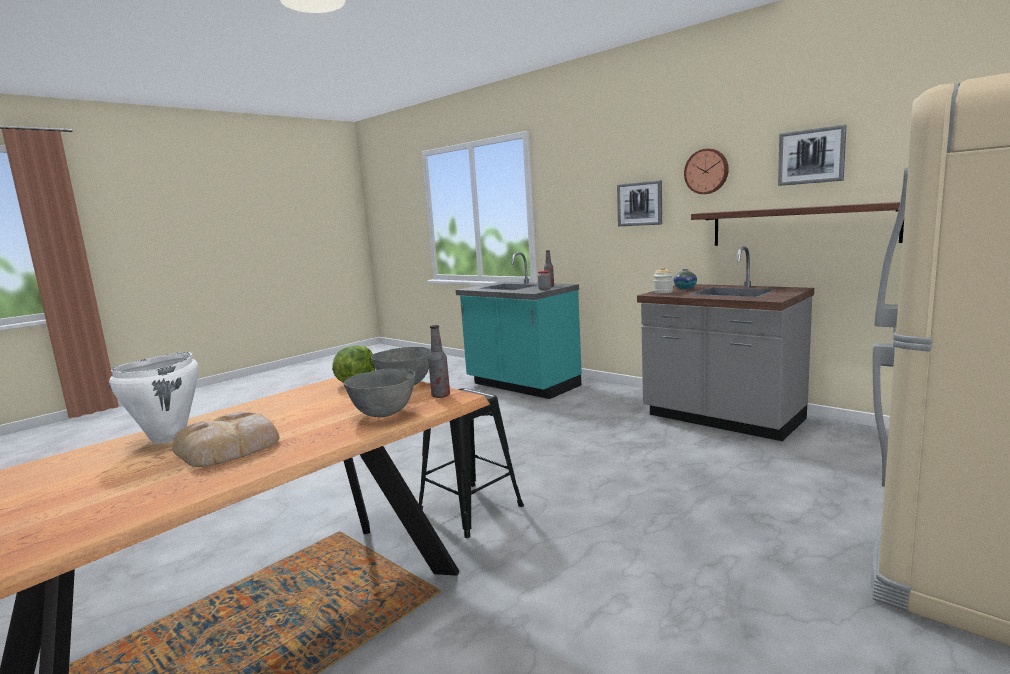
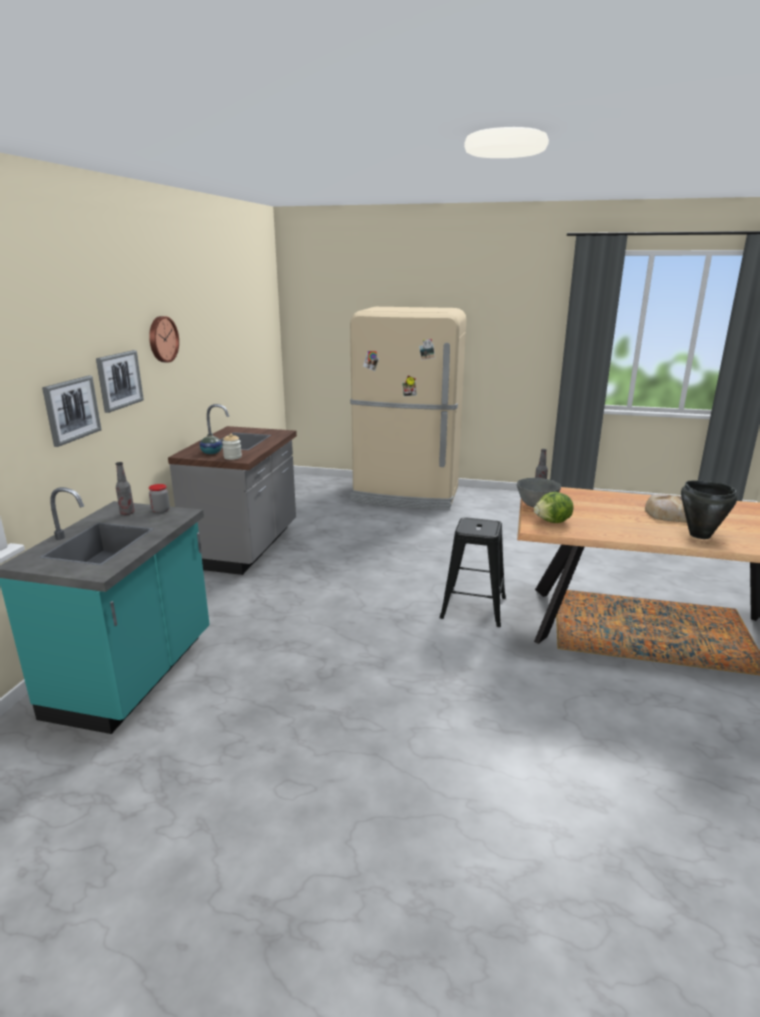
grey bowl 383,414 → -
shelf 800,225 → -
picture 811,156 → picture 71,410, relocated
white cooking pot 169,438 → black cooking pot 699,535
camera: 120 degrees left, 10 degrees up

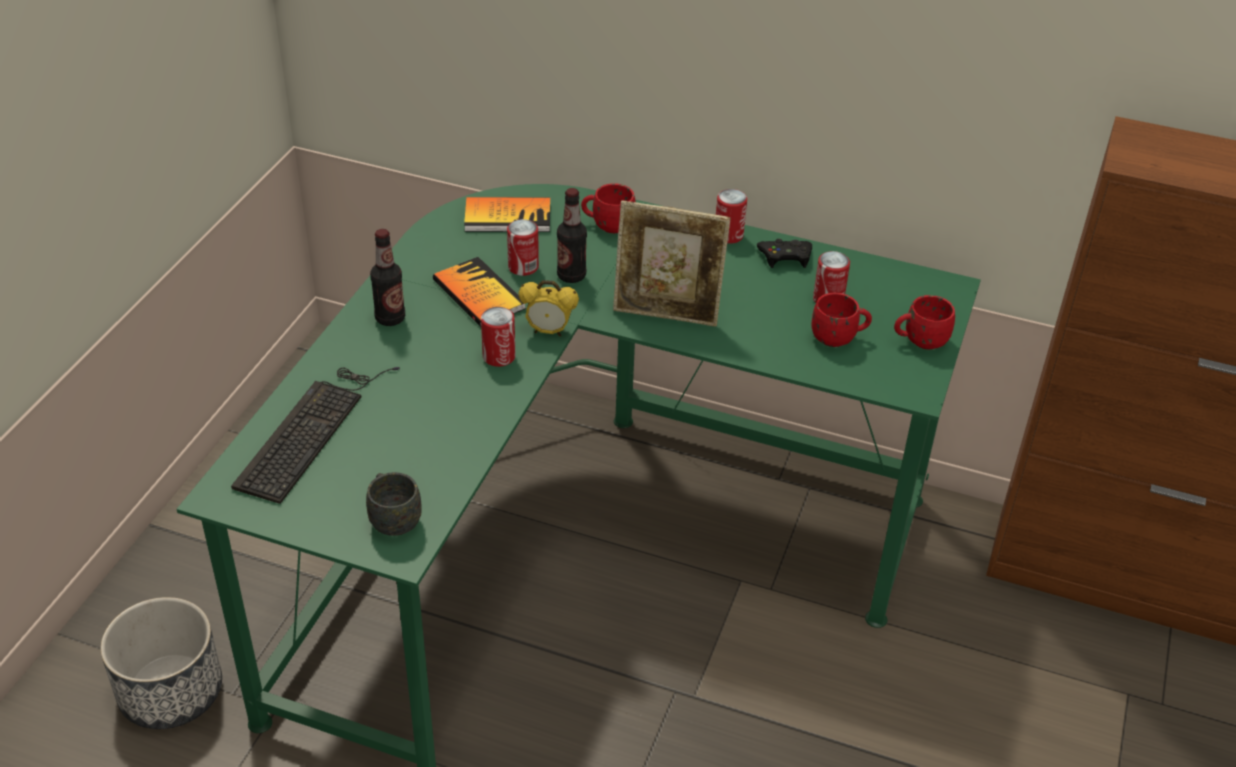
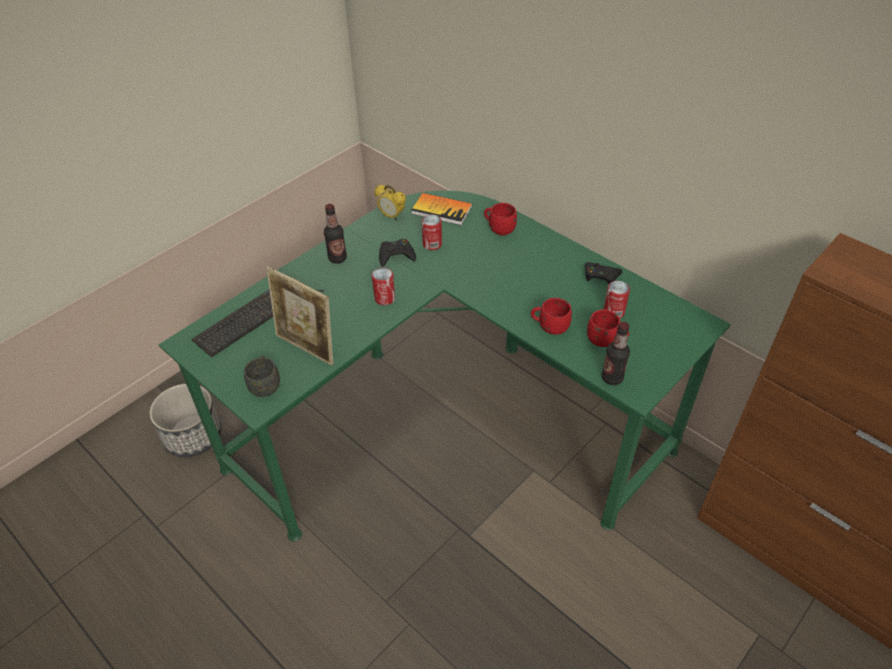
can 728,235 → -
alarm clock 548,331 → alarm clock 391,216, relocated
bottle 571,276 → bottle 612,378, relocated
picture frame 667,315 → picture frame 307,348, relocated
red mug 919,341 → red mug 549,327, relocated
book 479,294 → black game controller 396,255
camera: 25 degrees right, 5 degrees up

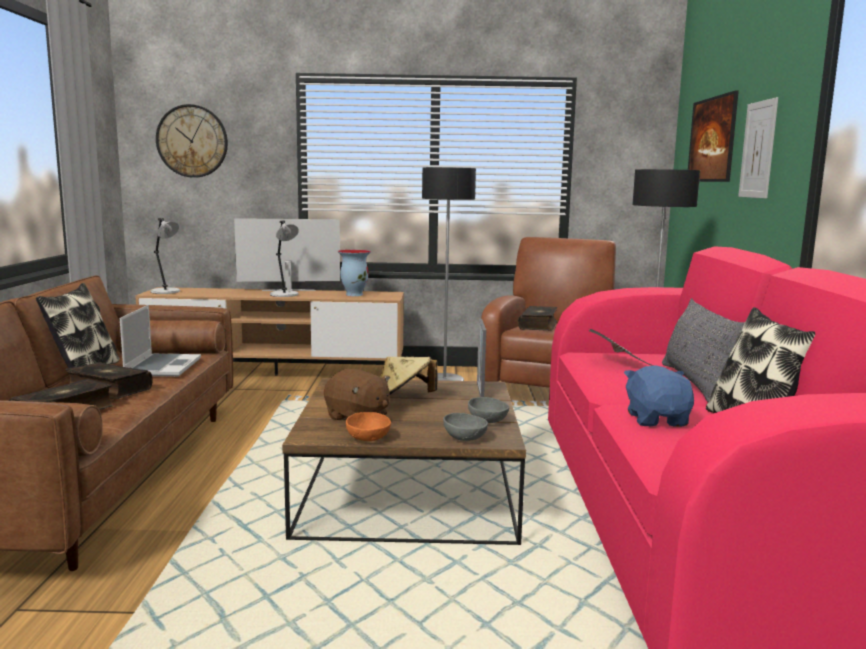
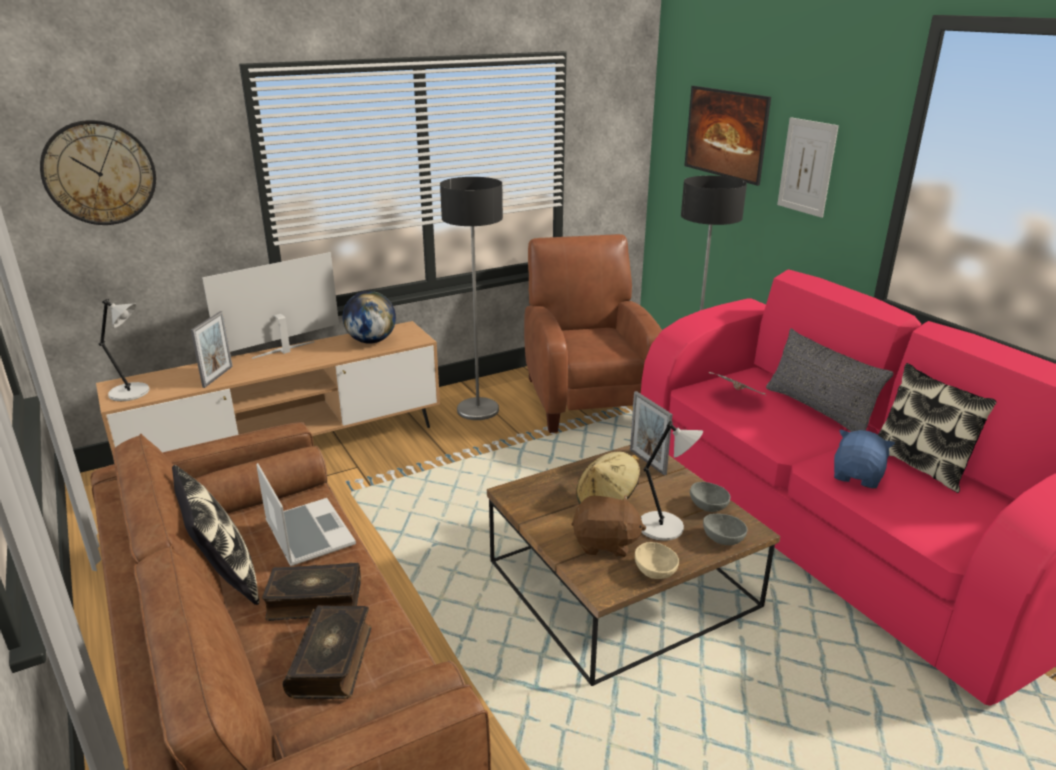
book 539,325 → -
- → picture frame 218,376
grey table lamp 285,295 → grey table lamp 663,527, relocated
vase 354,294 → globe 371,341
orange bowl 369,438 → beige bowl 656,571
blue plush toy 657,420 → blue plush toy 857,476, 60 degrees clockwise
camera: 30 degrees left, 15 degrees up

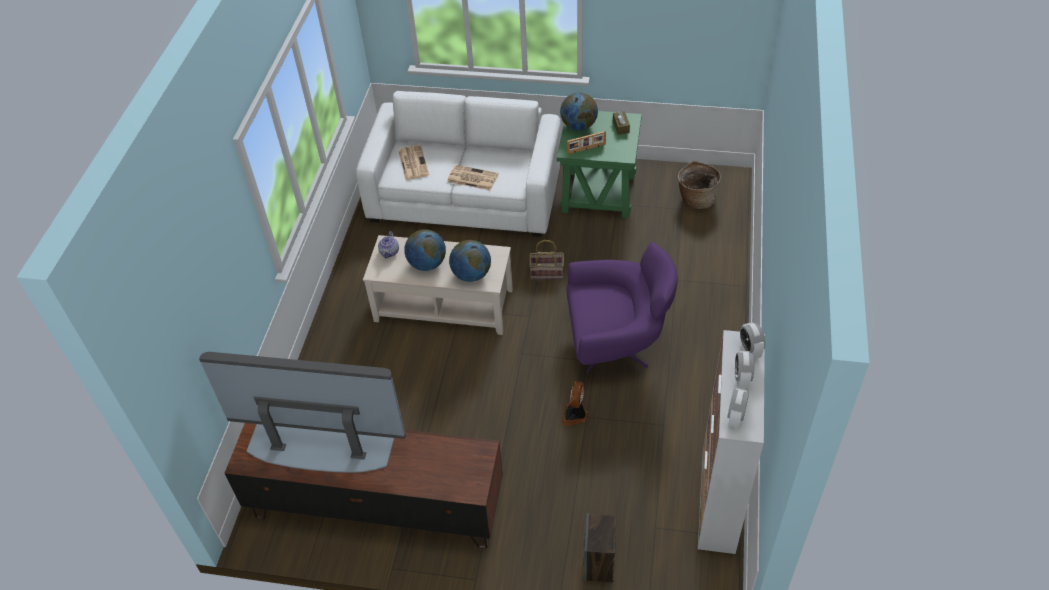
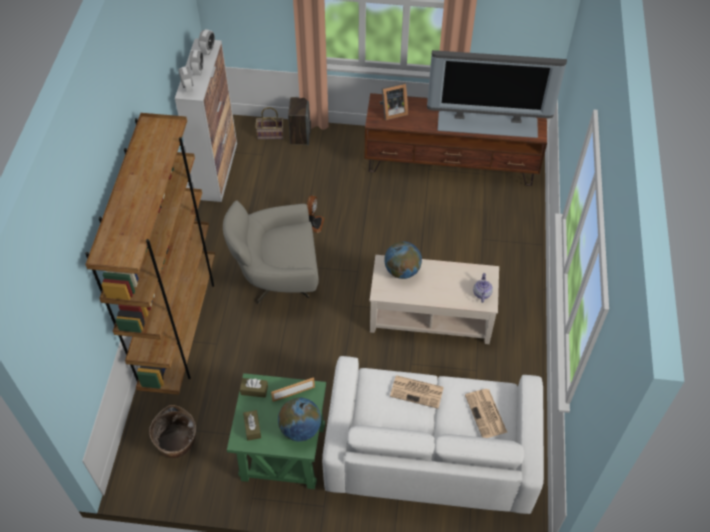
globe 427,264 → -
- → brown bookcase 180,327
- → brown tissue box 254,390
- → picture frame 392,111
basket 547,272 → basket 269,134, relocated
purple armchair 616,345 → grey armchair 278,279
camera: 175 degrees right, 5 degrees up

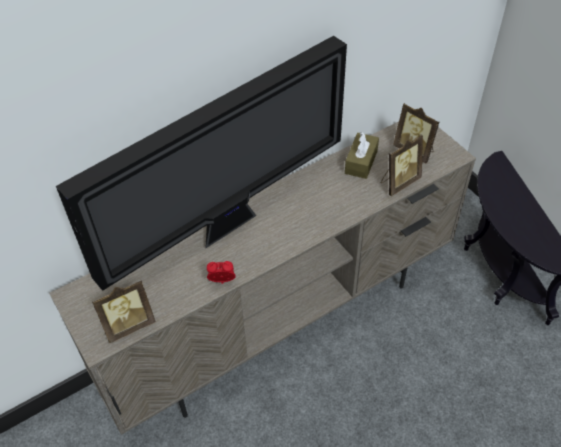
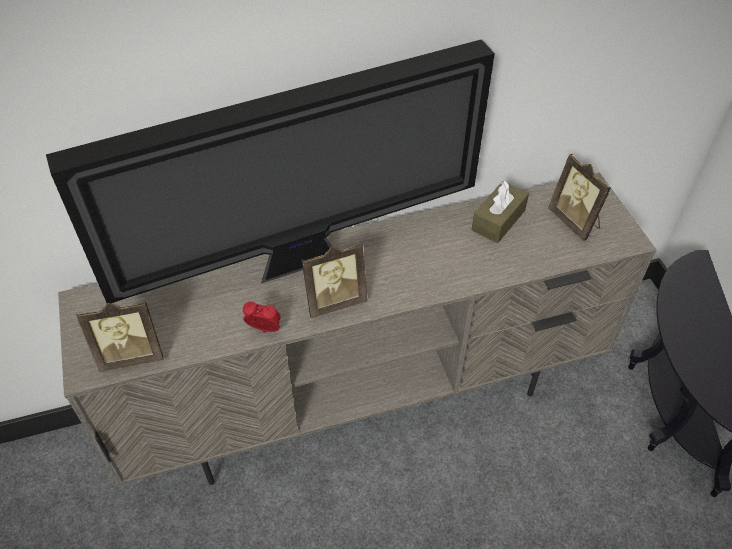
picture frame 398,182 → picture frame 334,301, relocated
camera: 15 degrees right, 0 degrees up

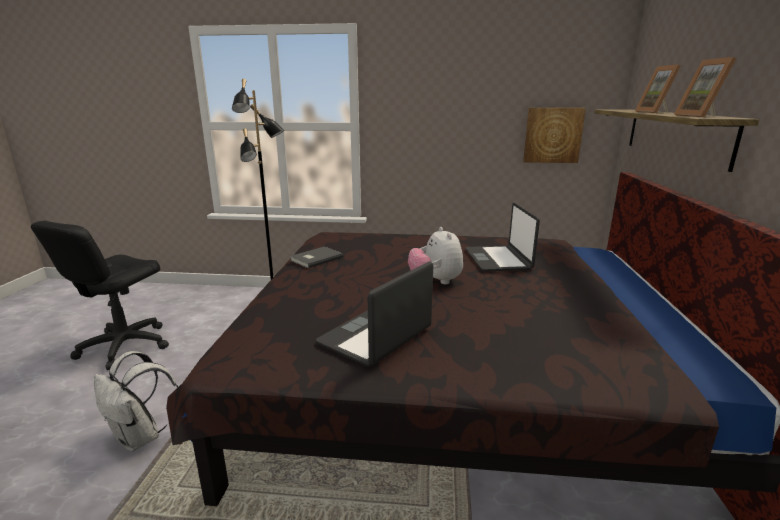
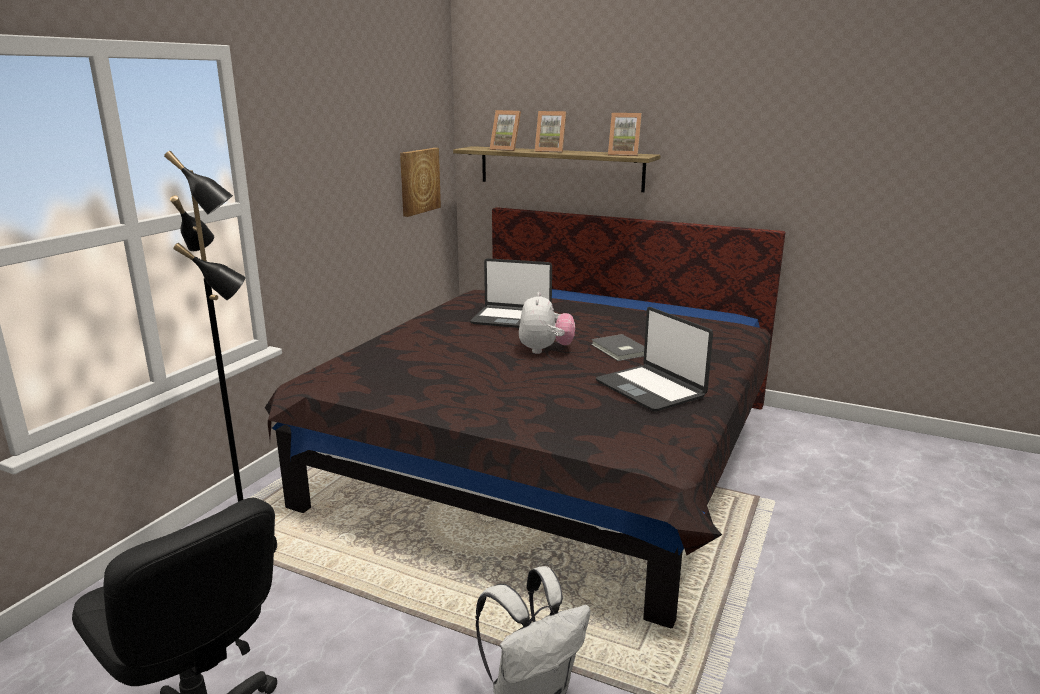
- → picture frame 507,149
grey book 315,259 → grey book 619,350, relocated
plush toy 435,281 → plush toy 545,350, 90 degrees counterclockwise
camera: 70 degrees left, 0 degrees up

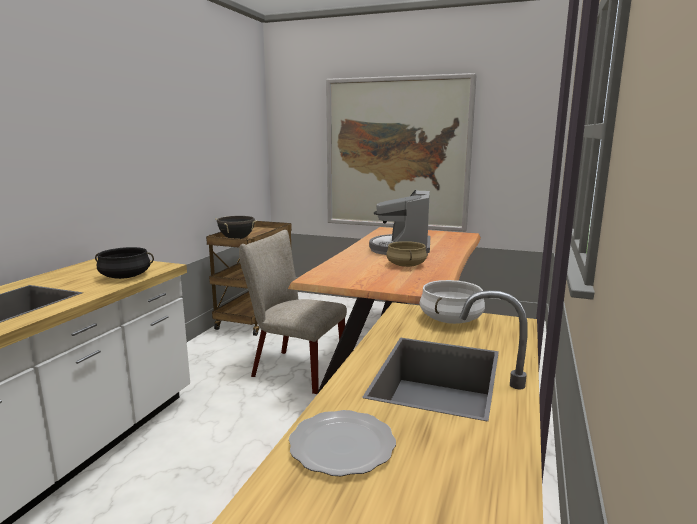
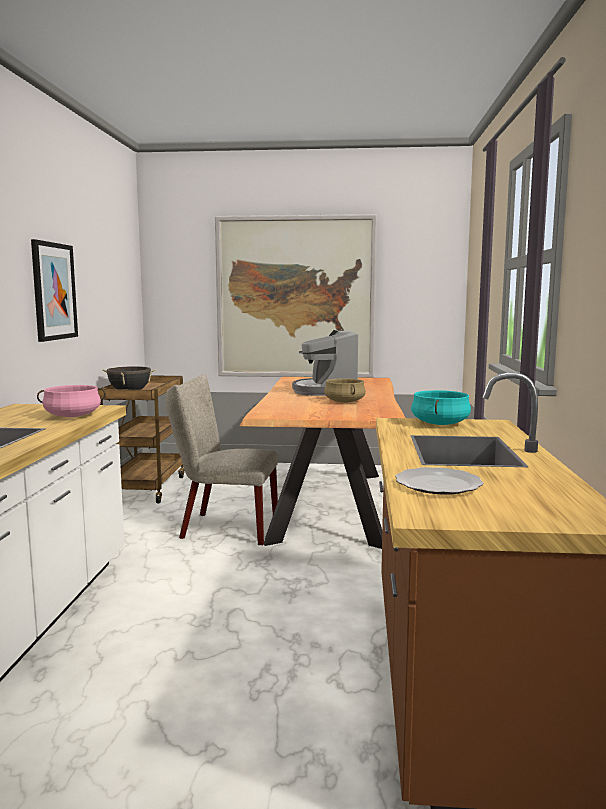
- → picture 54,291
black cooking pot 125,276 → pink cooking pot 73,416
white cooking pot 451,320 → turquoise cooking pot 440,424
camera: 15 degrees left, 5 degrees down

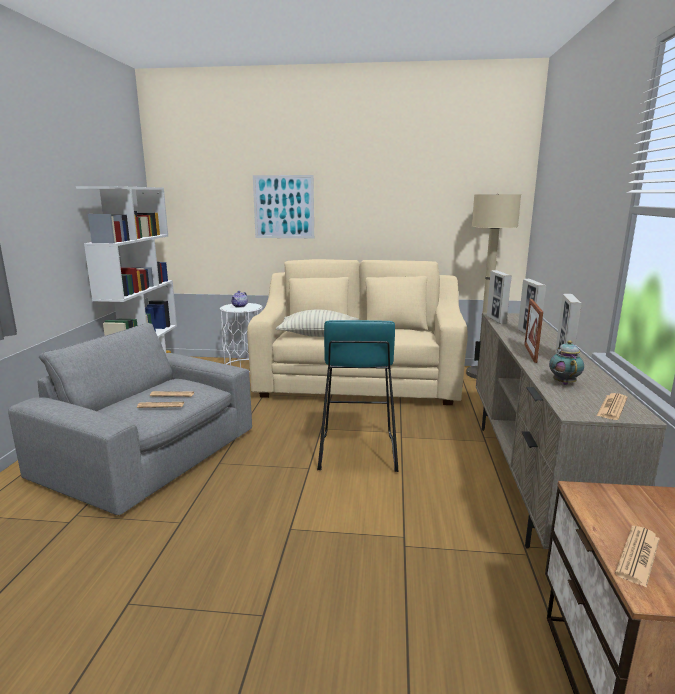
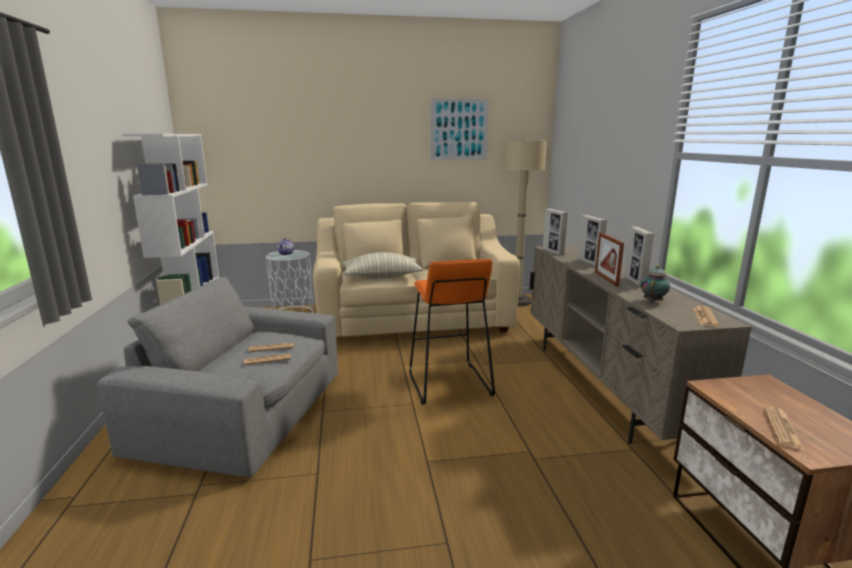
picture 284,207 → picture 459,129, relocated
turquoise stool 356,453 → orange stool 448,384
teapot 563,383 → teapot 653,301, 45 degrees clockwise
camera: 15 degrees left, 0 degrees up

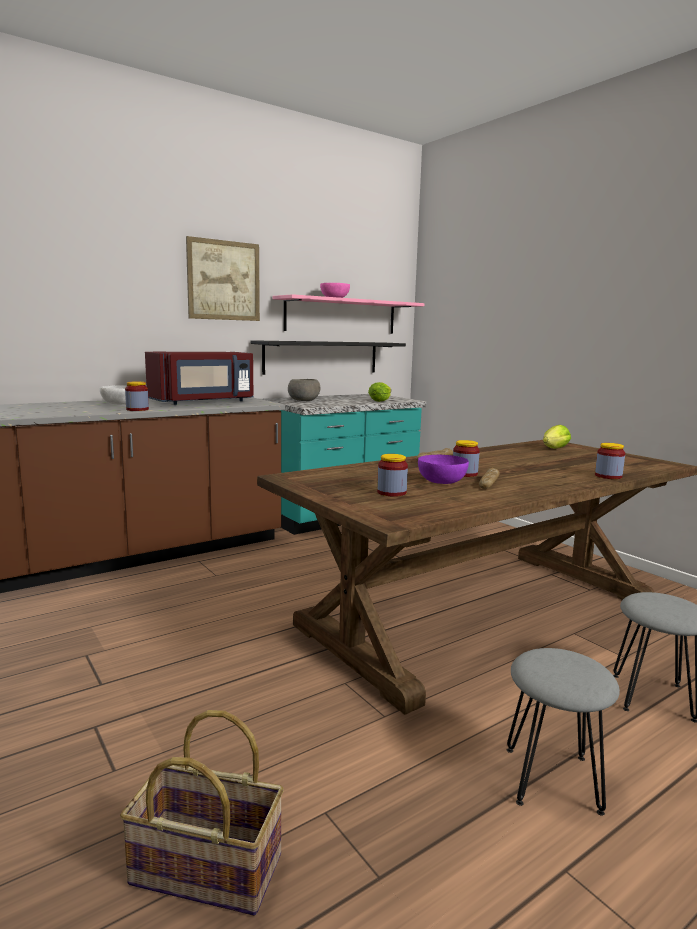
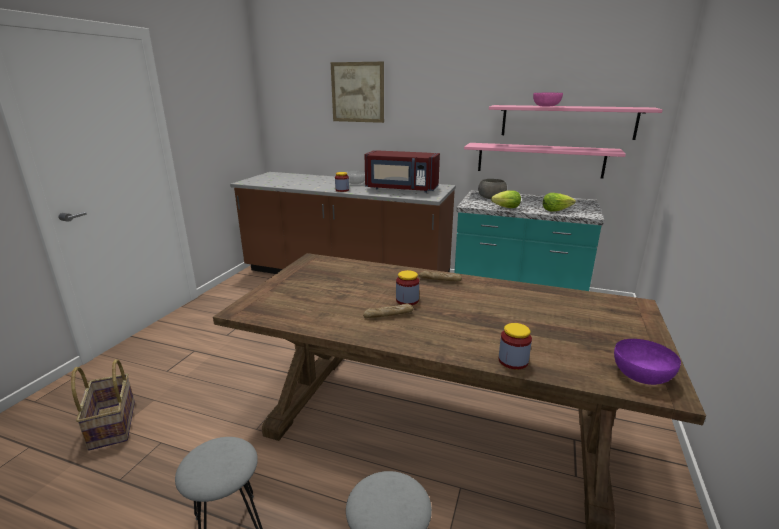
jar 391,492 → -
picture 223,280 → picture 357,92, relocated
purple bowl 442,481 → purple bowl 641,375, relocated
lettuce 553,449 → lettuce 504,208, relocated
black shelf 321,357 → pink shelf 539,160
camera: 55 degrees right, 10 degrees up

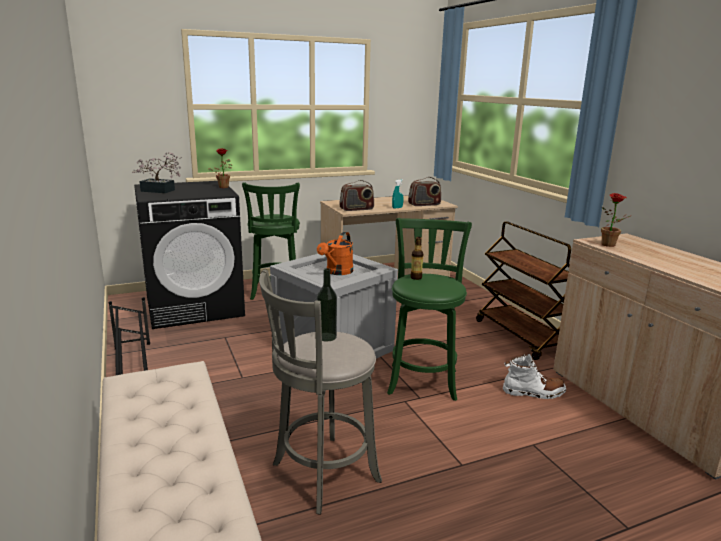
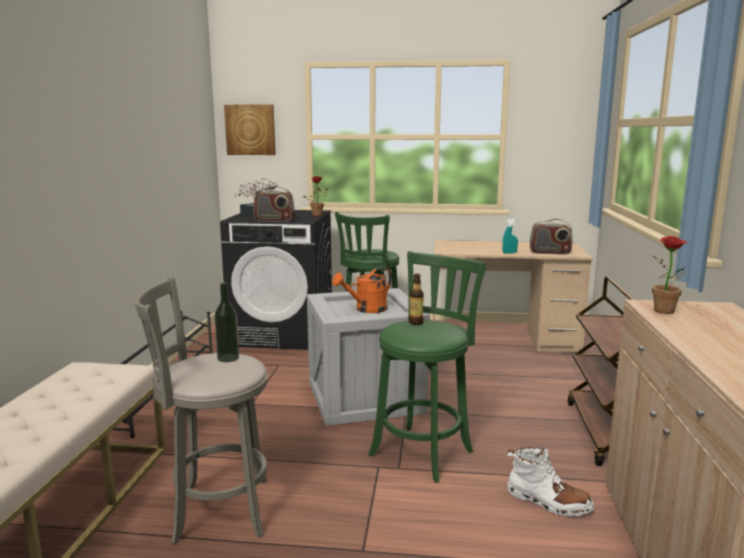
- → picture 250,130
radio 356,209 → radio 274,220, relocated
camera: 30 degrees right, 5 degrees down

